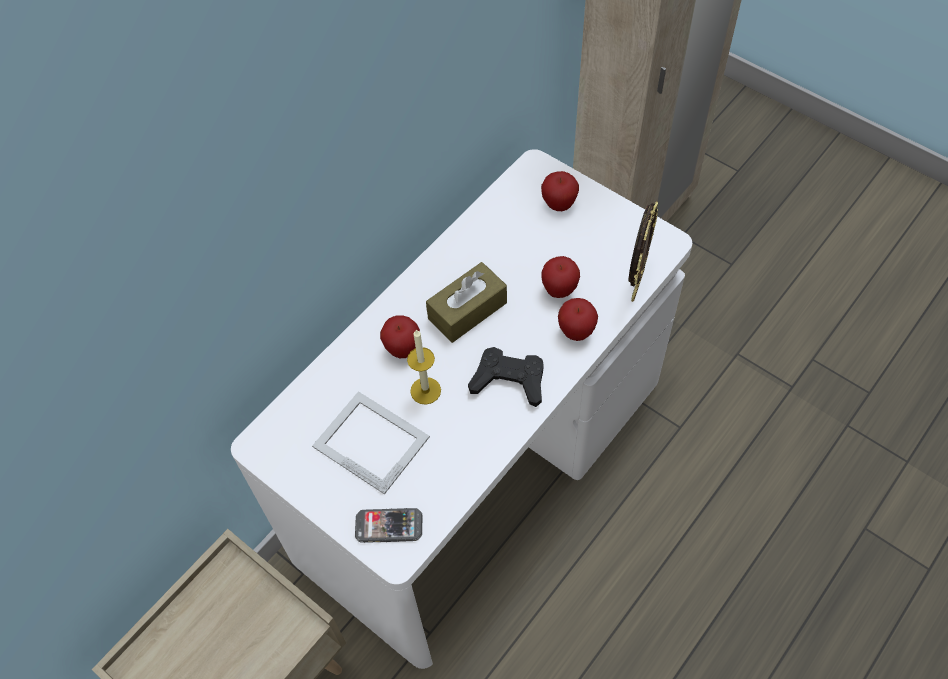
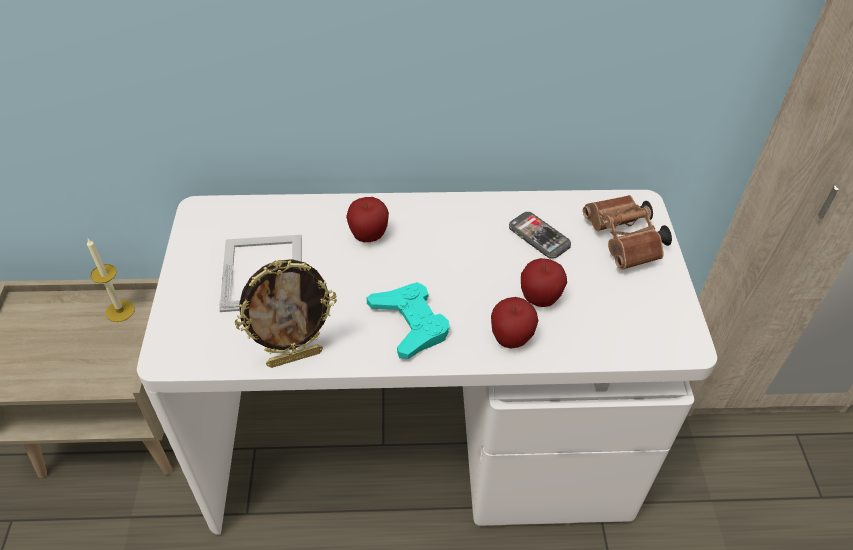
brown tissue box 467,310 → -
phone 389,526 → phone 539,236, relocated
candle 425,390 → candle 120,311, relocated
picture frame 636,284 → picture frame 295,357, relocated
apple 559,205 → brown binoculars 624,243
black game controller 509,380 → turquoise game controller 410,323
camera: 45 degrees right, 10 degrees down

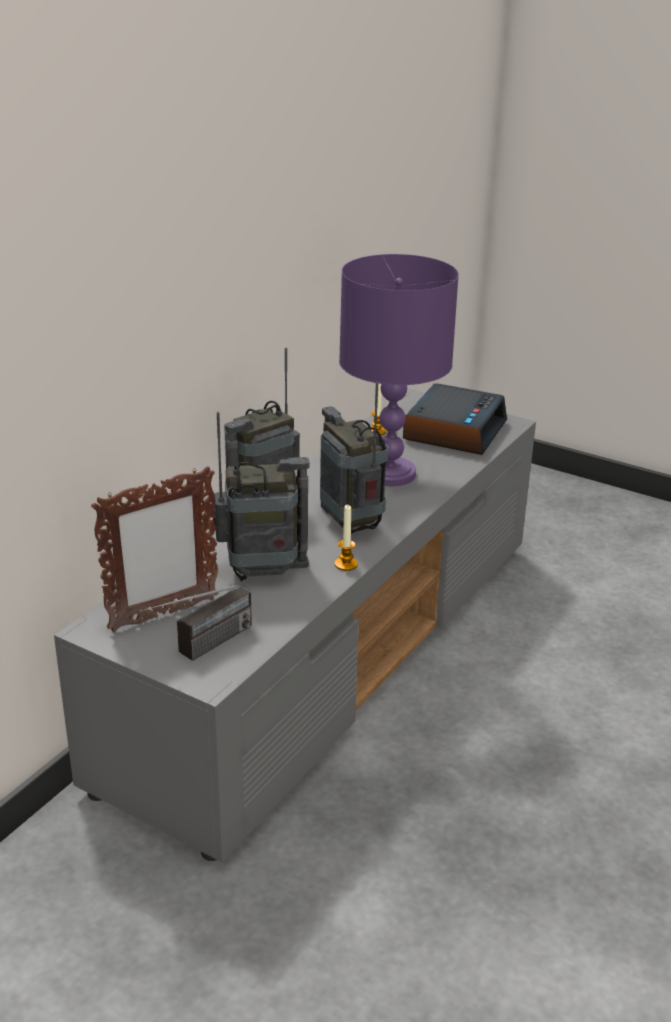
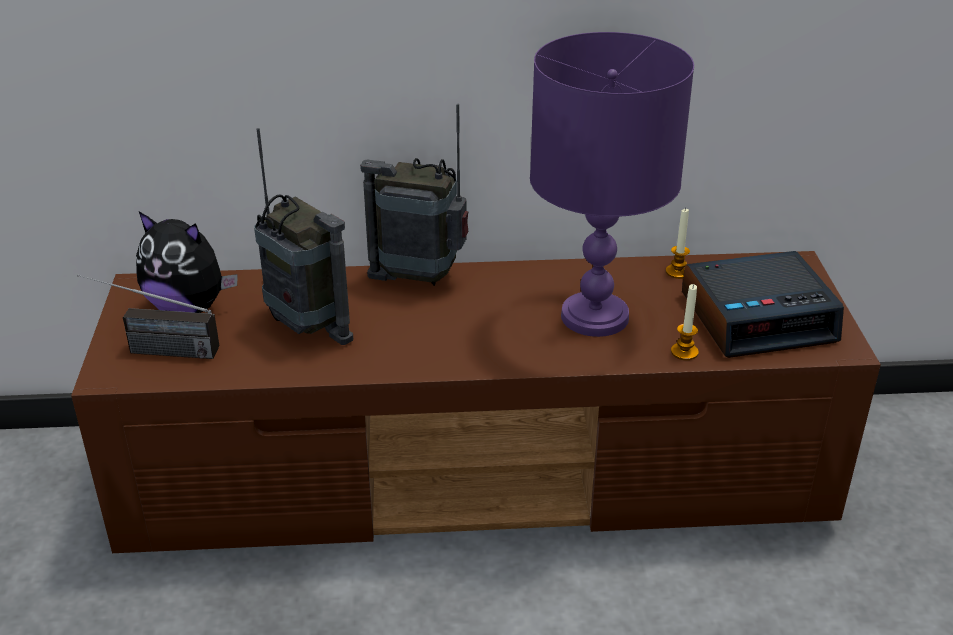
radio 351,524 → -
candle 346,564 → candle 684,352, relocated
picture frame 162,615 → plush toy 189,308
grey tv stand 332,652 → brown tv stand 480,477
camera: 55 degrees right, 5 degrees up

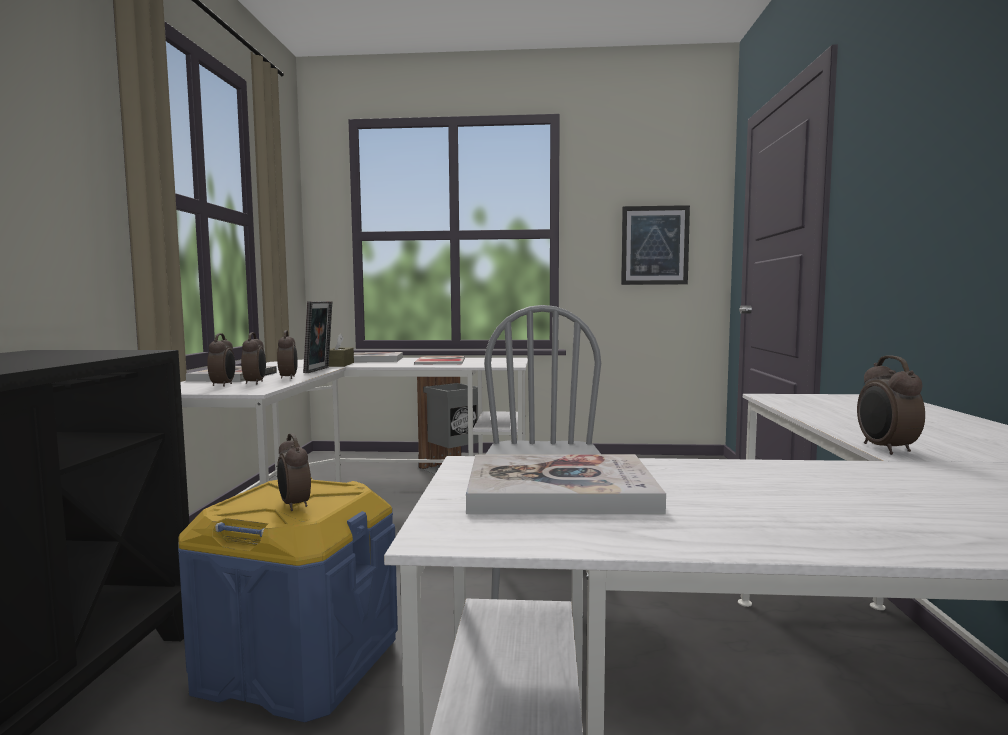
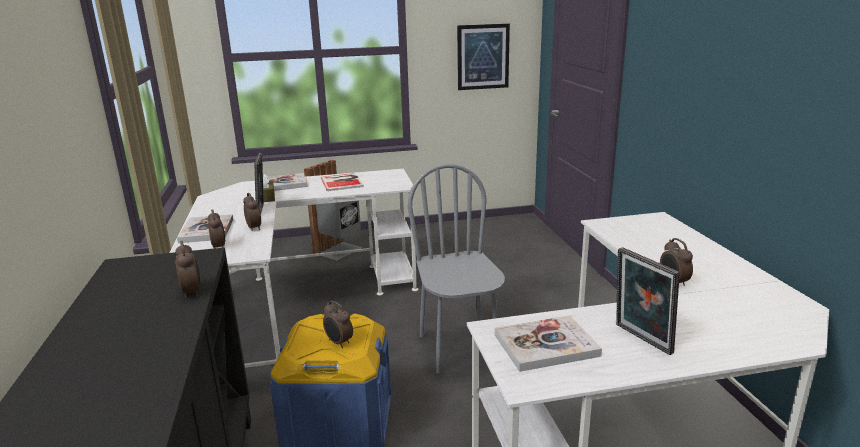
- → picture frame 640,339
alarm clock 255,383 → alarm clock 192,292, relocated
camera: 15 degrees left, 15 degrees up

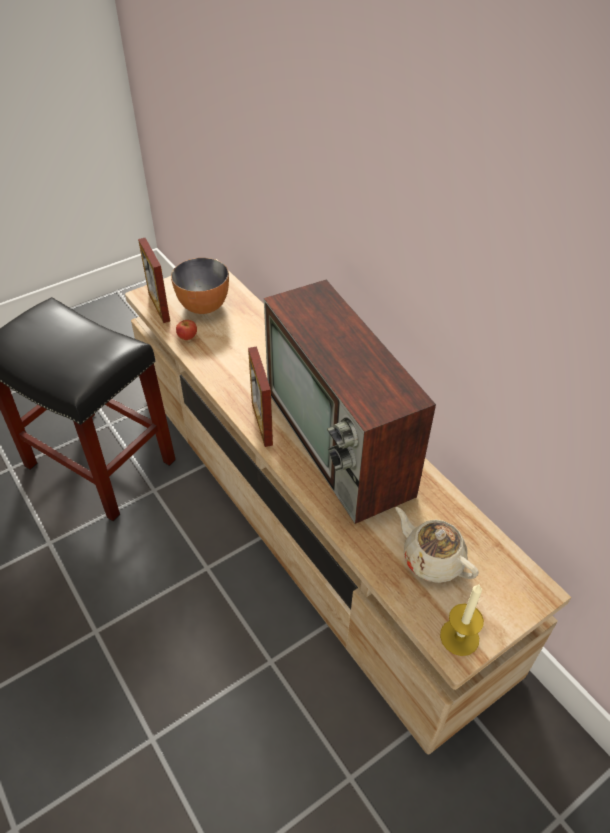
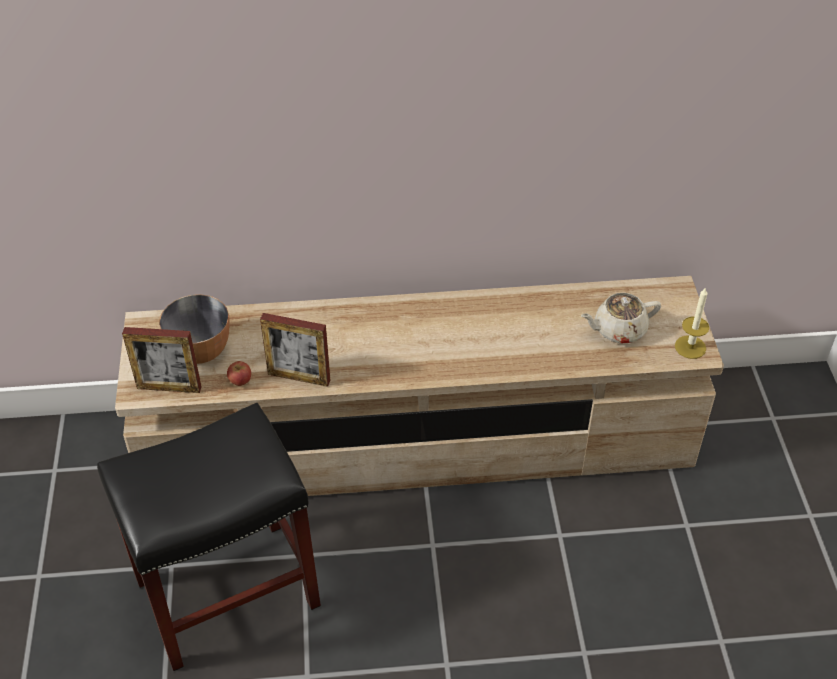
television 340,443 → -
picture frame 262,424 → picture frame 299,377, relocated
camera: 60 degrees left, 0 degrees up

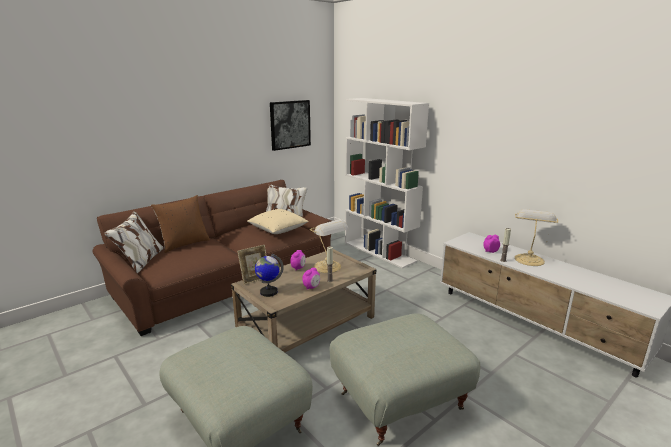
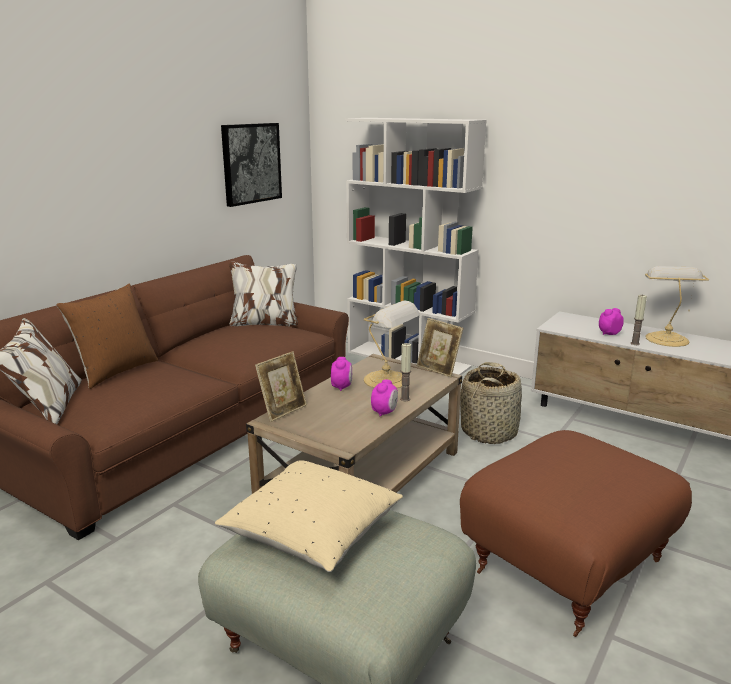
globe 268,292 → -
- → picture frame 438,369
- → basket 489,432
beige pillow 278,230 → beige pillow 312,534, relocated
grey ottoman 399,400 → brown ottoman 565,565
camera: 15 degrees left, 0 degrees up

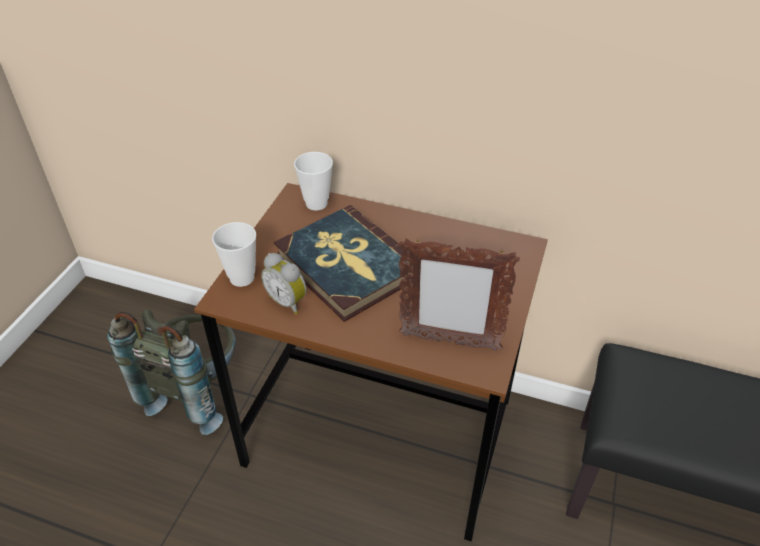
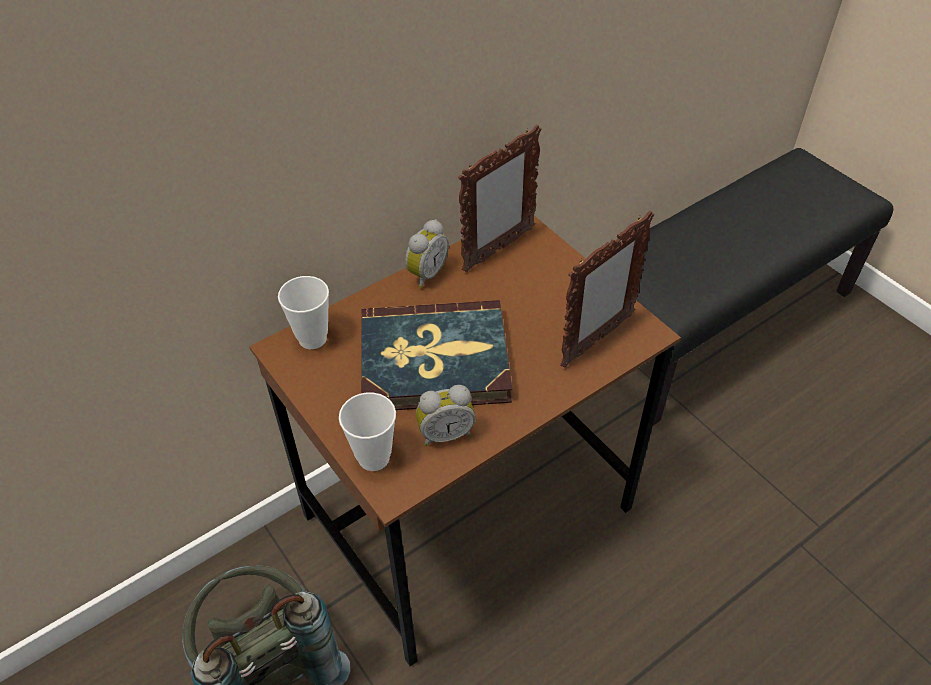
- → alarm clock 425,274
- → picture frame 497,250
camera: 55 degrees left, 5 degrees up

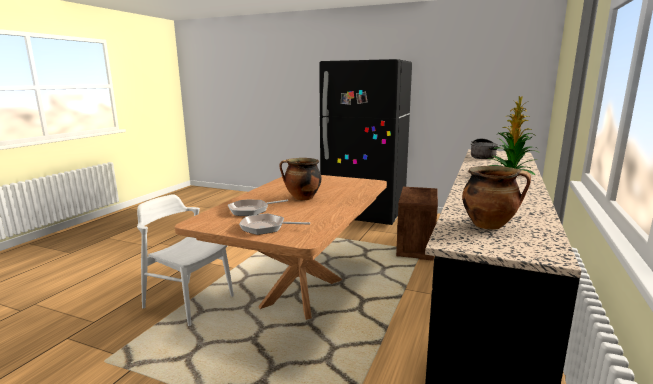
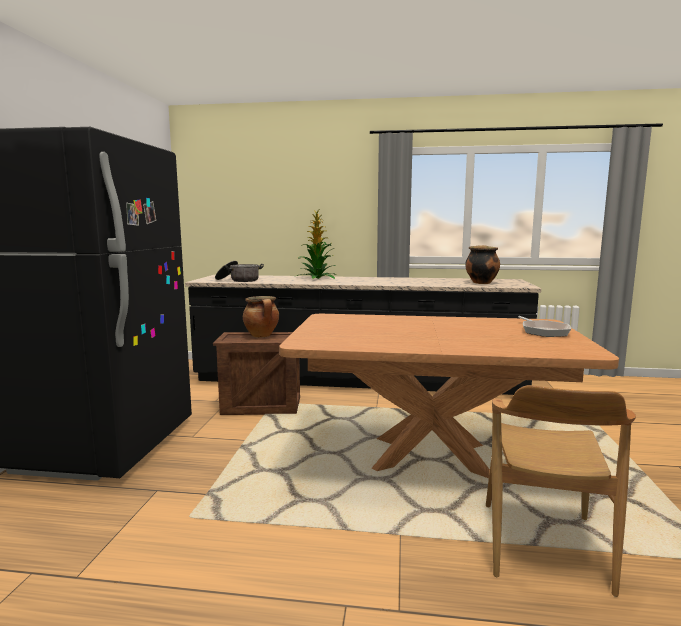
frying pan 251,210 → -
cooking pot 302,198 → cooking pot 262,336, relocated
white chair 188,302 → brown chair 542,545
camera: 105 degrees left, 5 degrees down

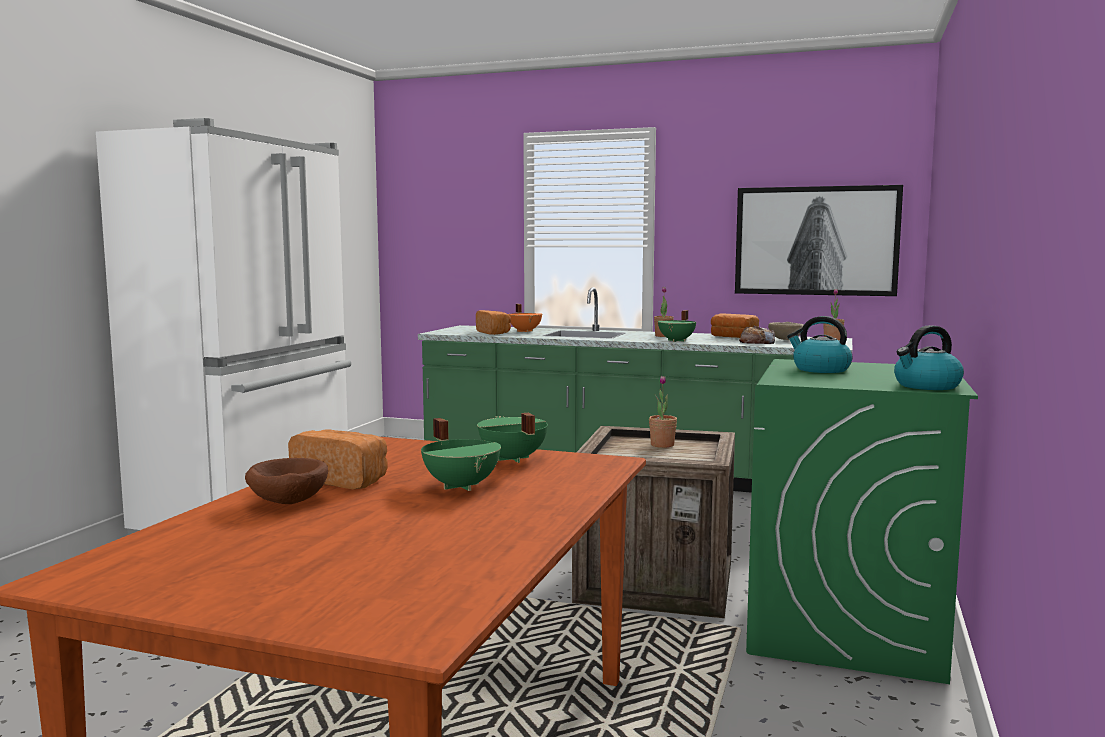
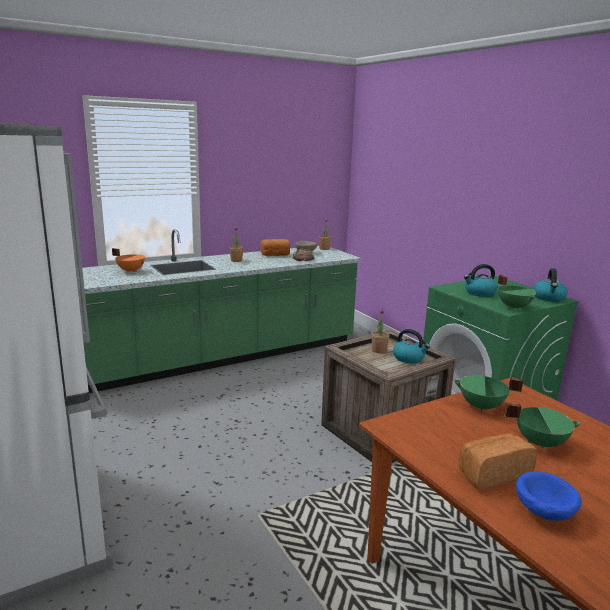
bread 494,333 → -
picture 816,241 → -
- → kettle 409,358
green cooking pot 677,341 → green cooking pot 514,307, relocated
brown bowl 286,502 → blue bowl 543,513
camera: 50 degrees left, 10 degrees up

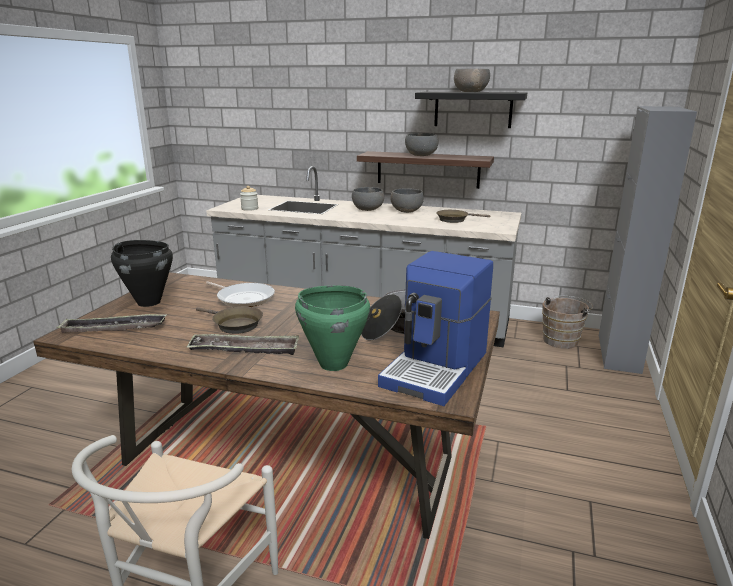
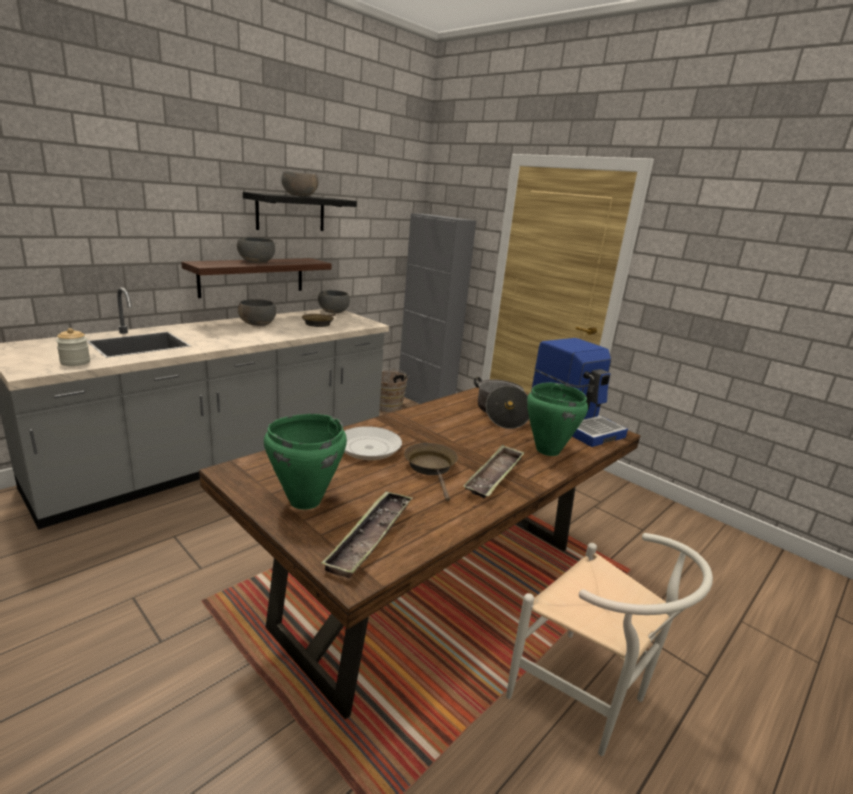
grey bowl 368,209 → grey bowl 333,311, relocated
black cooking pot 149,302 → green cooking pot 304,501
brown frying pan 234,325 → brown frying pan 431,468, 75 degrees counterclockwise
camera: 65 degrees left, 0 degrees up

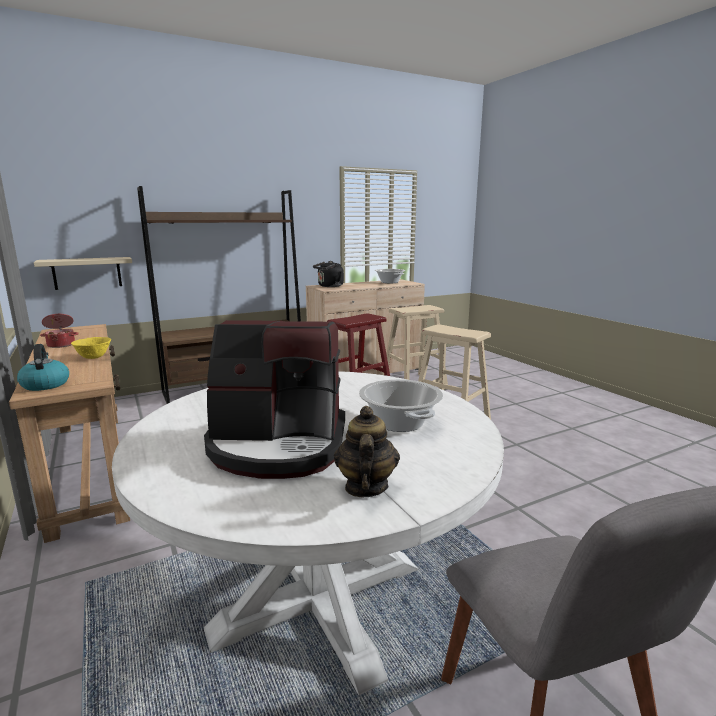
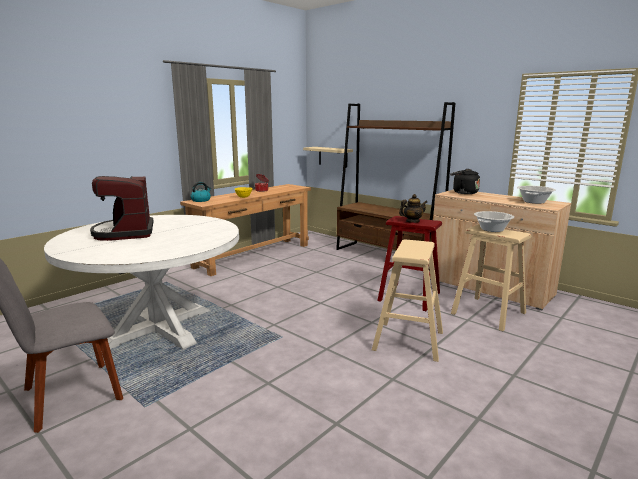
teapot 365,487 → teapot 412,221, relocated
cooking pot 400,423 → cooking pot 492,229, relocated
camera: 70 degrees right, 0 degrees up

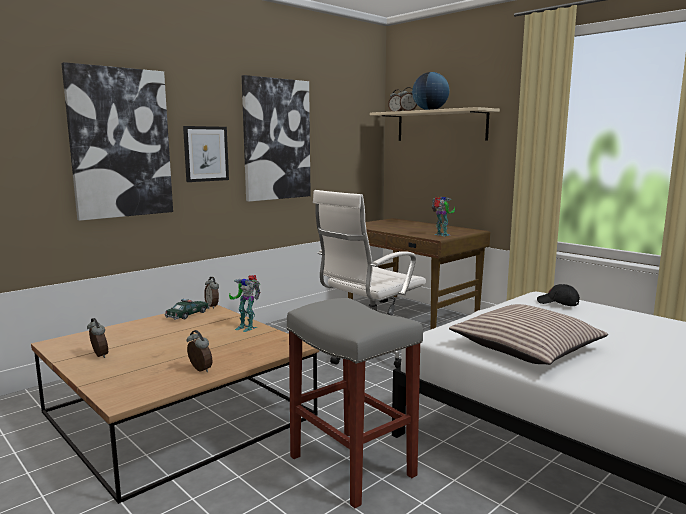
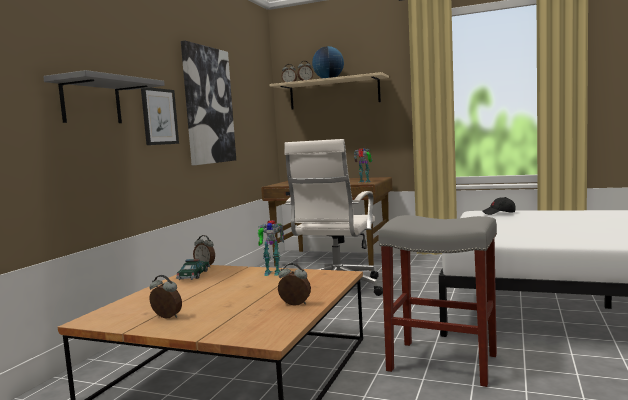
pillow 526,348 → -
picture 120,143 → grey shelf 91,102
camera: 25 degrees left, 5 degrees down

